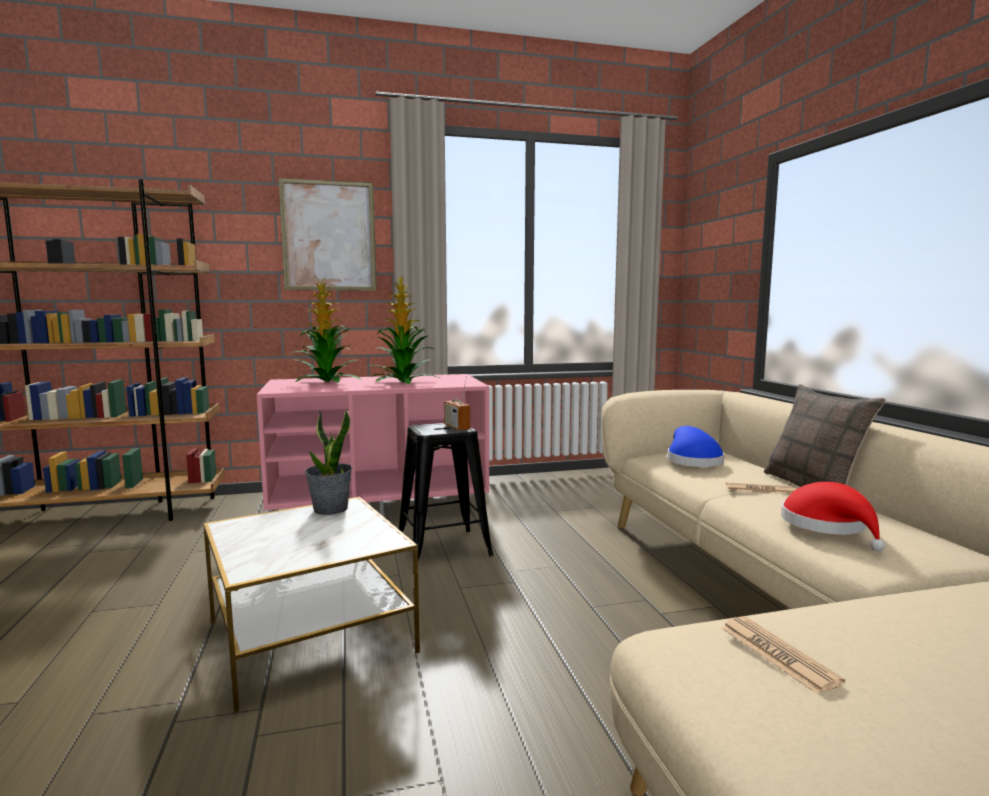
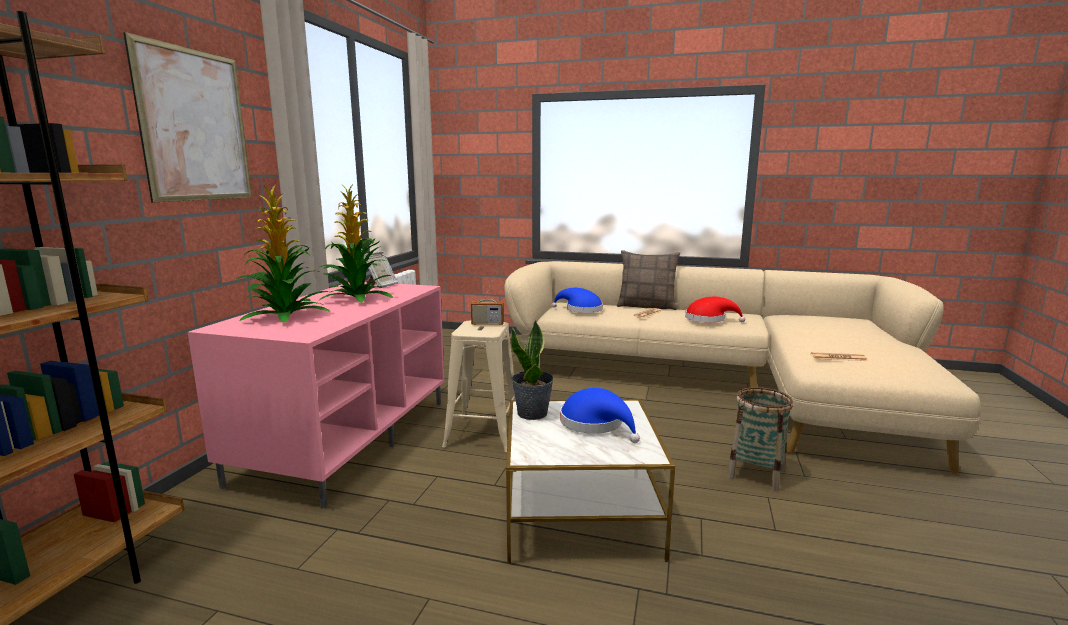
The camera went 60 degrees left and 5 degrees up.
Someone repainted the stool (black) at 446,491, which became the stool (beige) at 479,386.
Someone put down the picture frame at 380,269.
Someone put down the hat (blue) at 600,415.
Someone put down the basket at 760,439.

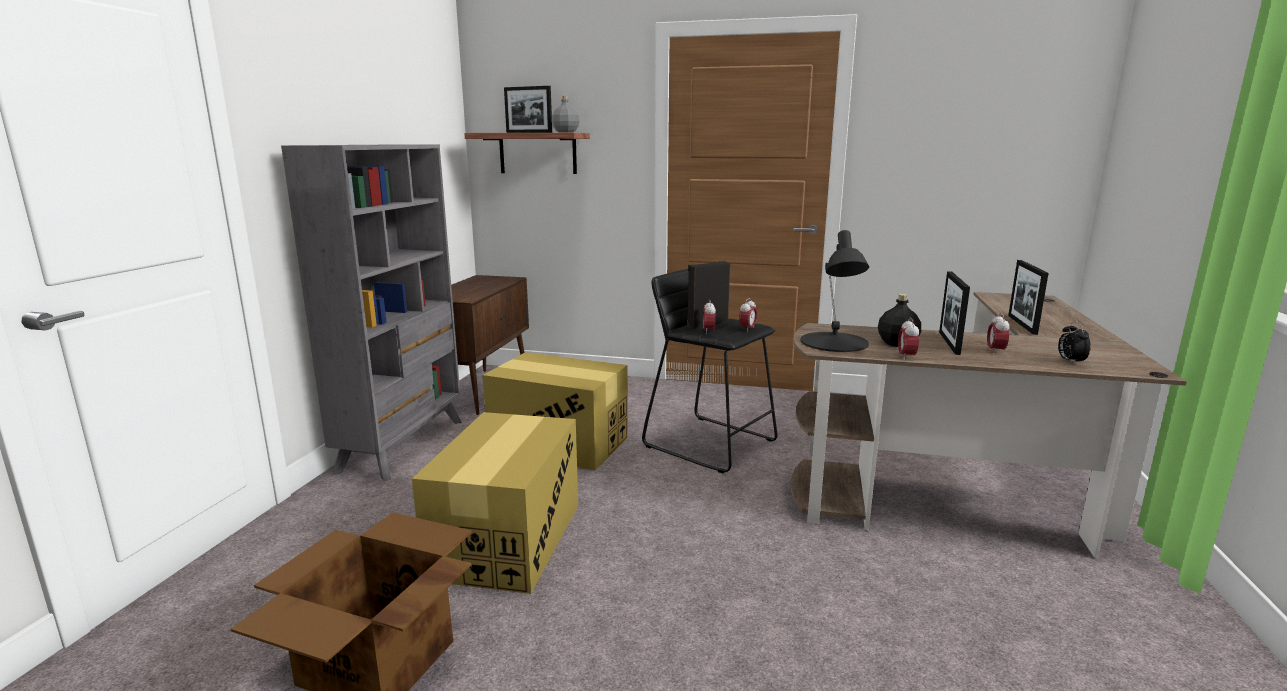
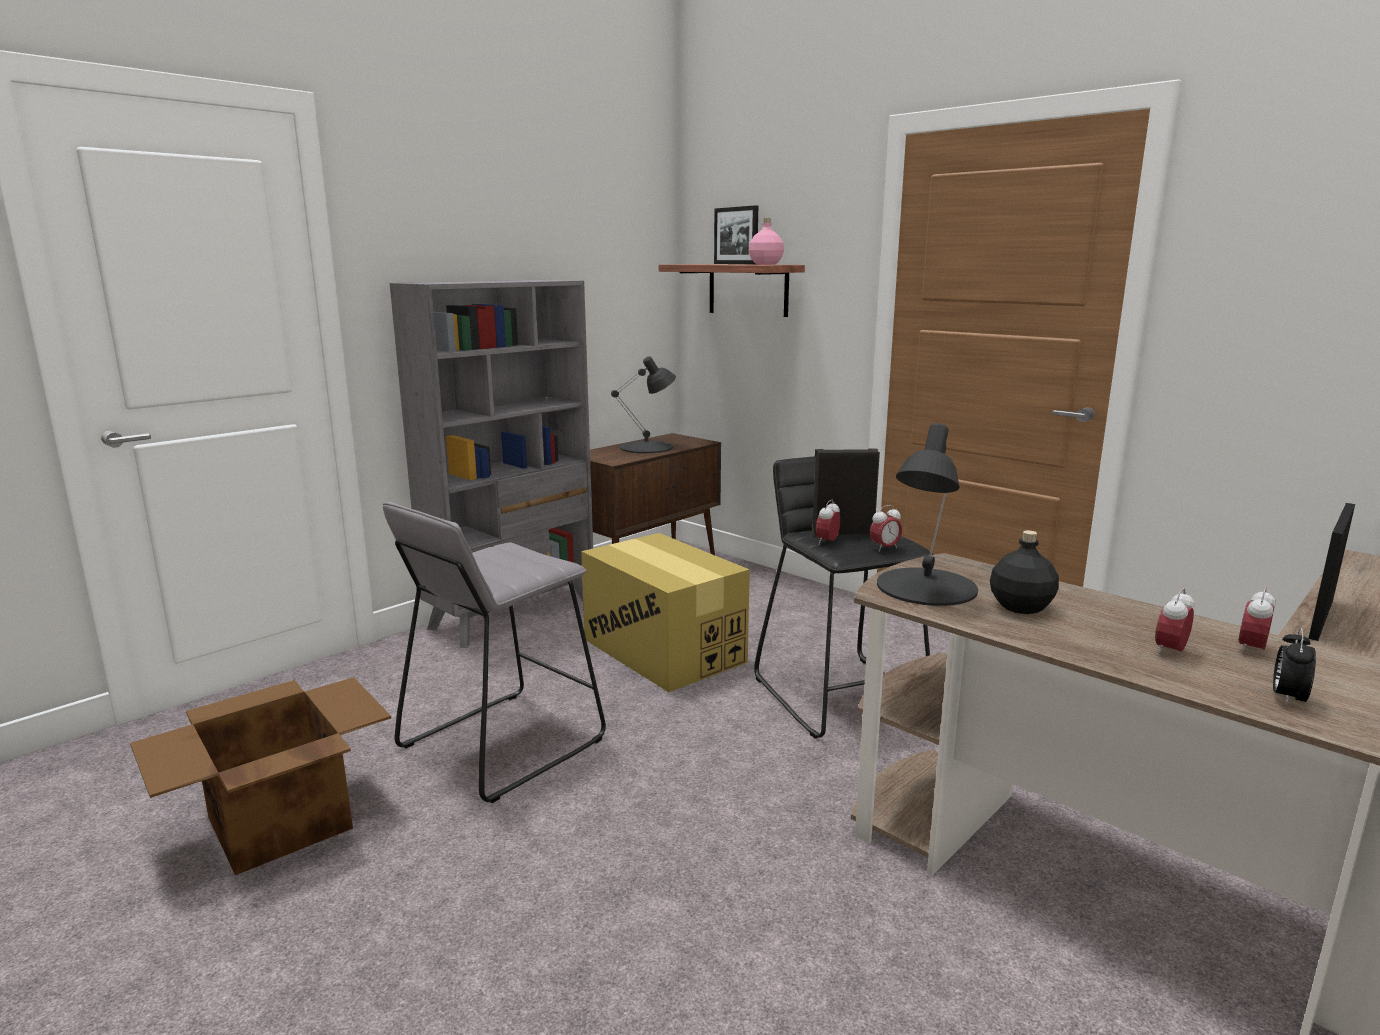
The camera went 30 degrees right and 0 degrees up.
Someone swapped the cardboard box at 495,503 for the stool (grey) at 494,652.
Someone repainted the bottle (grey) at 566,114, which became the bottle (pink) at 766,241.
Someone carried the alarm clock from 908,339 to 1257,620.
Someone took away the picture frame at 954,313.
Someone put down the table lamp (black) at 643,404.

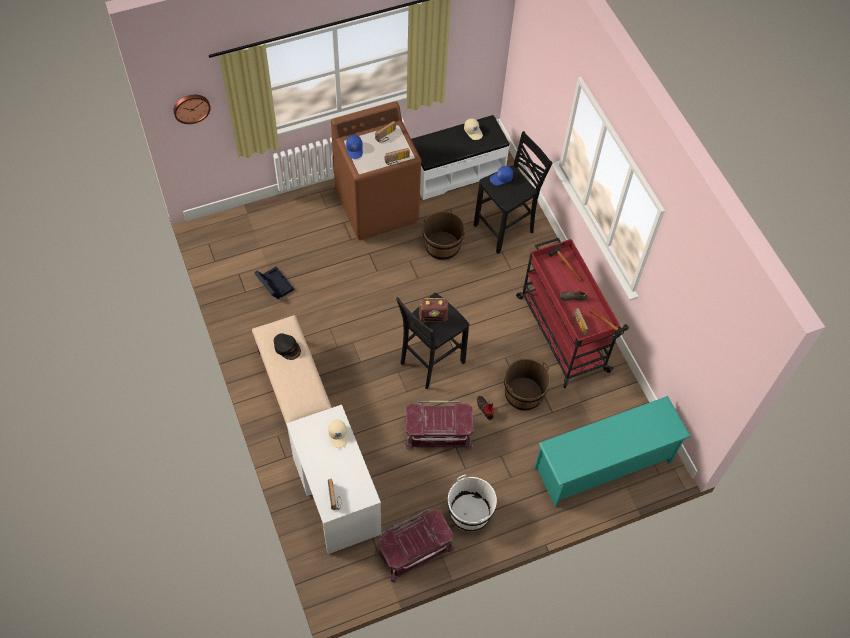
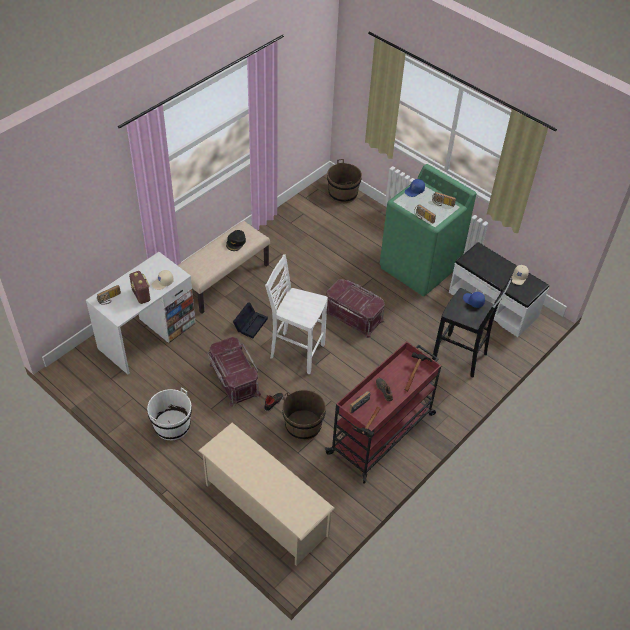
The camera went 65 degrees right and 10 degrees down.
Someone took away the wall clock at 192,109.
Someone carried the storage box (black) from 274,283 to 250,320.
Someone repainted the washing machine (brown) at 376,170, which became the washing machine (green) at 428,230.
Someone carried the storage box (red) from 414,546 to 355,308.
Someone repainted the stool (black) at 432,341, which became the stool (white) at 296,314.
Someone carried the radio from 433,310 to 139,287.
Someone carried the bucket (brown) from 444,235 to 344,181.
Someone repainted the shoe rack (turquoise) at 612,451, which became the shoe rack (beige) at 266,494.

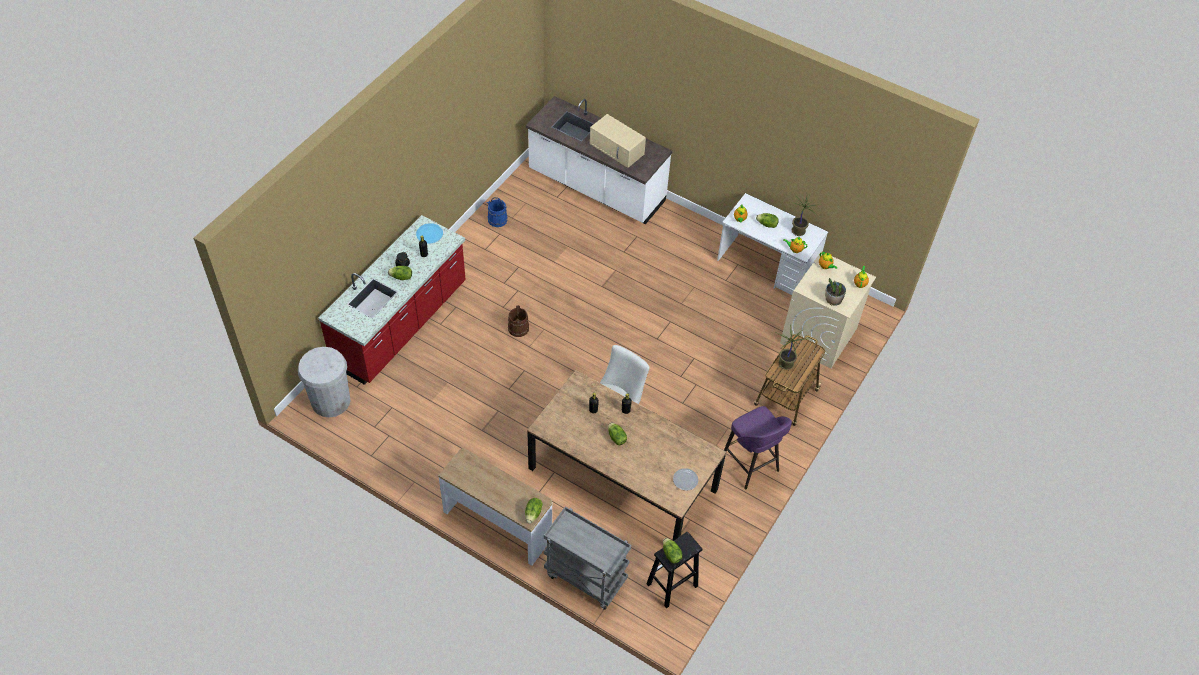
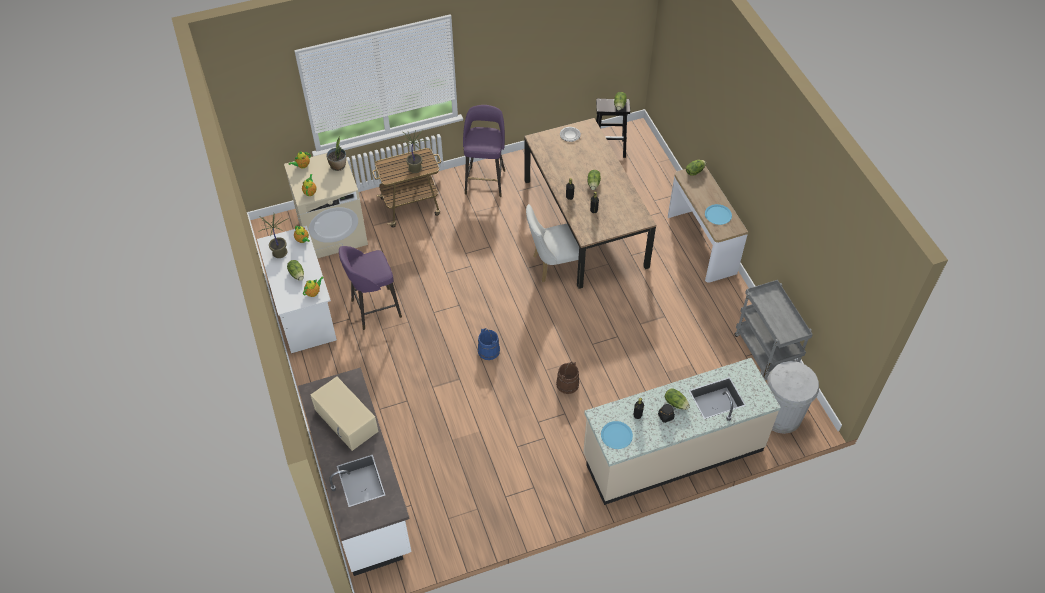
The camera went 140 degrees left and 0 degrees up.
Someone repainted the counter (red) at 392,300, which became the counter (beige) at 682,431.
Someone carried the bucket (blue) from 497,212 to 489,344.
Someone carried the cart (grey) from 587,558 to 773,330.
Someone rotated the microwave (beige) at 618,141 by 150 degrees clockwise.
Someone put down the stool (purple) at 370,288.
Someone put down the plate (blue) at 718,214.

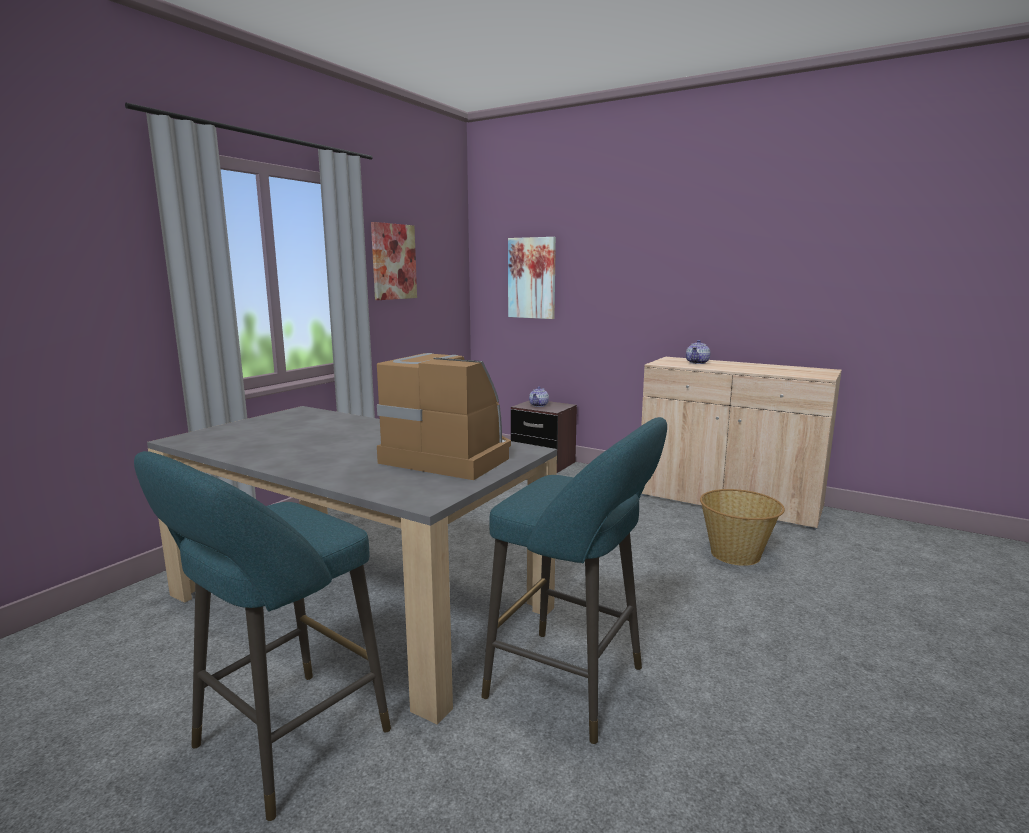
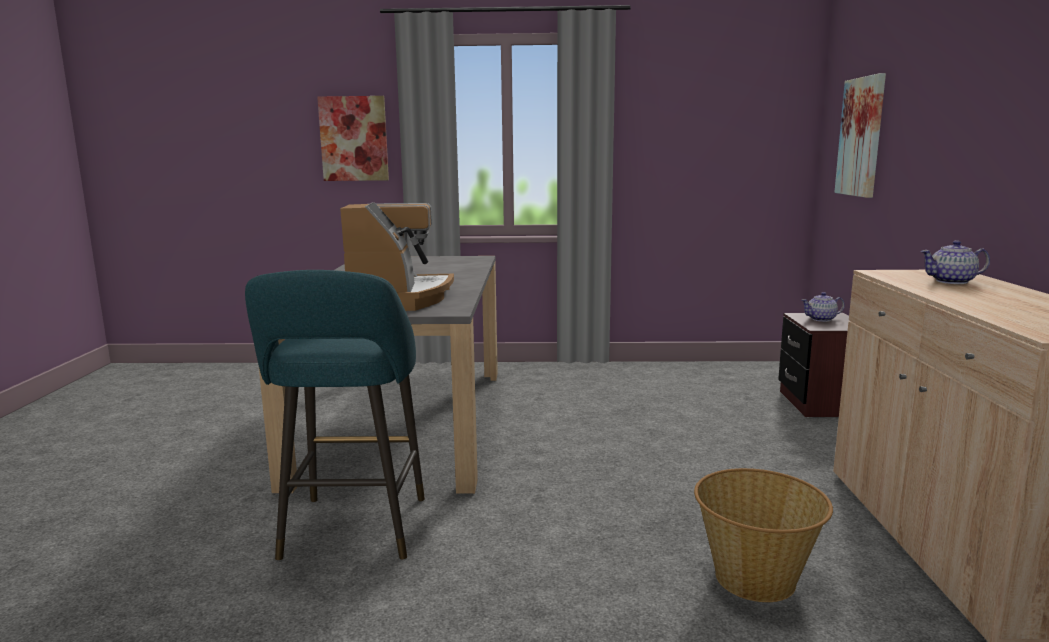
The camera went 60 degrees right and 0 degrees up.
Someone took away the stool (turquoise) at 262,636.
Someone carried the picture from 394,261 to 353,138.

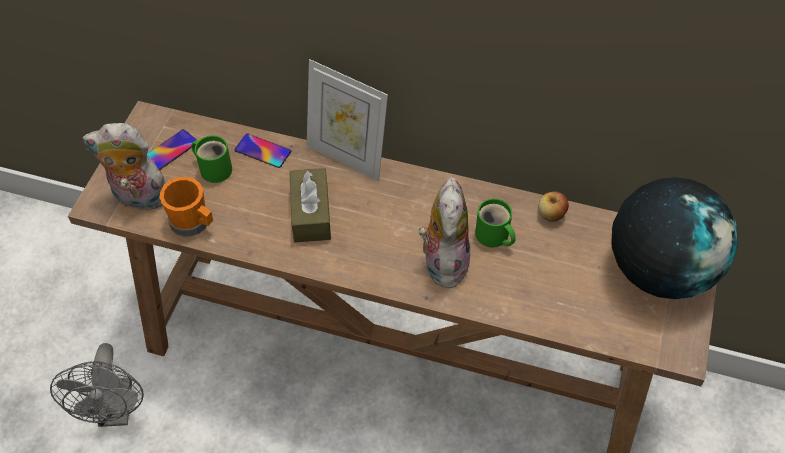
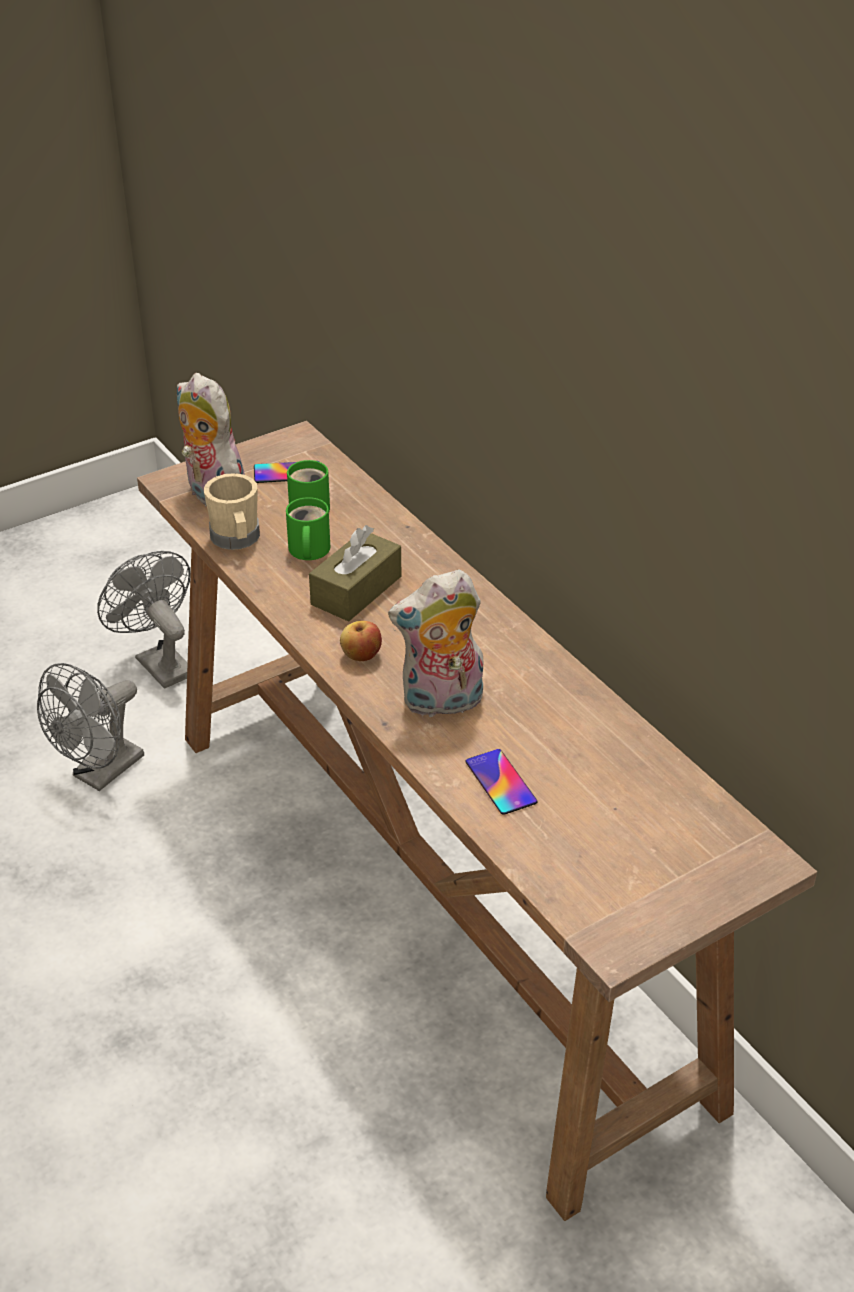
The camera went 40 degrees right and 15 degrees down.
Someone repainted the mug (orange) at 186,207, which became the mug (beige) at 232,511.
Someone carried the phone from 262,150 to 502,782.
Someone took away the picture frame at 347,120.
Someone rotated the plush toy at 444,232 by 150 degrees counterclockwise.
Someone carried the mug (green) from 495,222 to 308,528.
Someone carried the apple from 553,206 to 361,641.
Someone took away the globe at 674,238.
Someone put down the fan (grey) at 143,620.

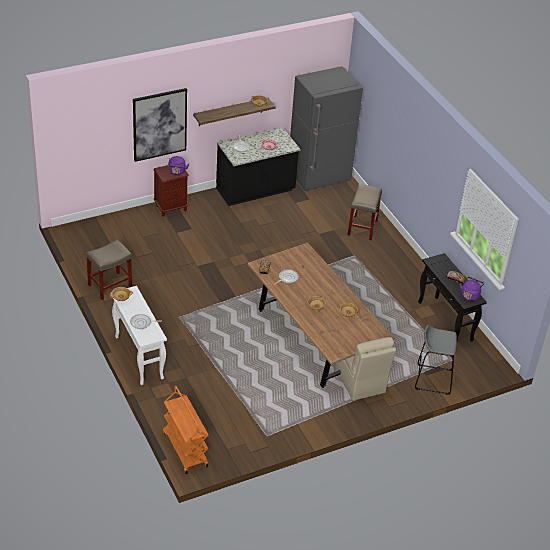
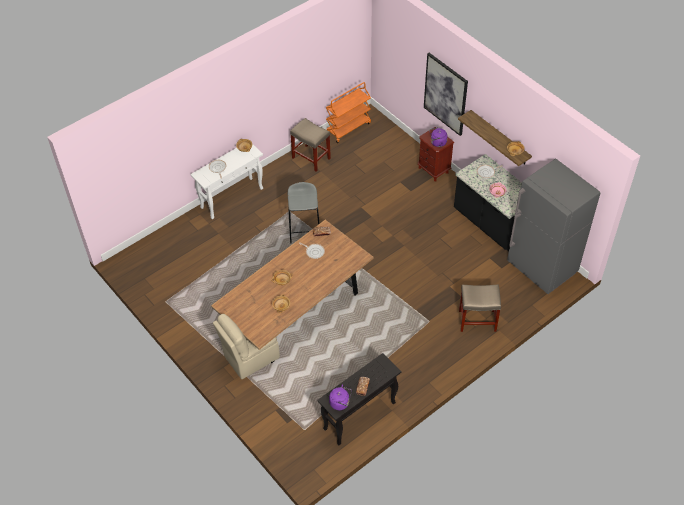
The camera went 80 degrees right and 10 degrees up.
Someone carried the cart (orange) from 186,430 to 348,112.
Someone carried the stool (grey) from 436,360 to 303,213.

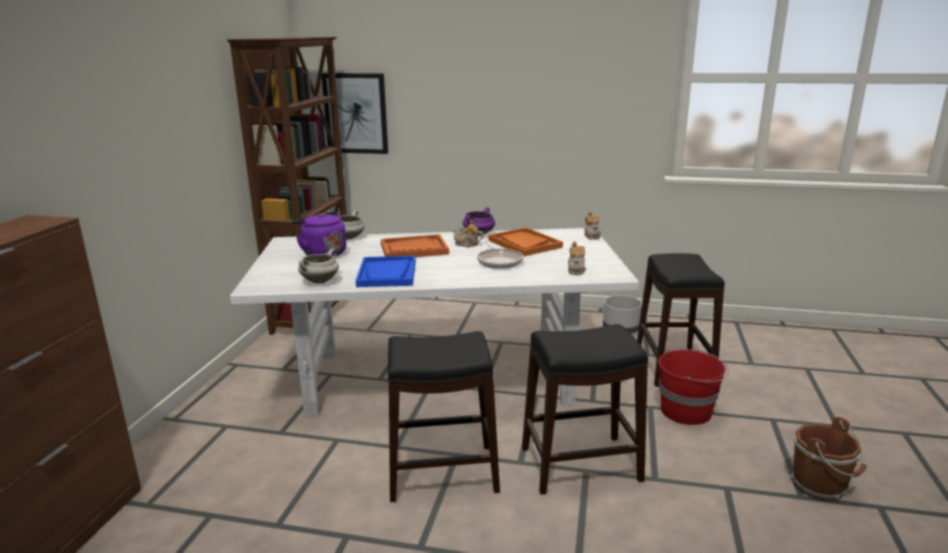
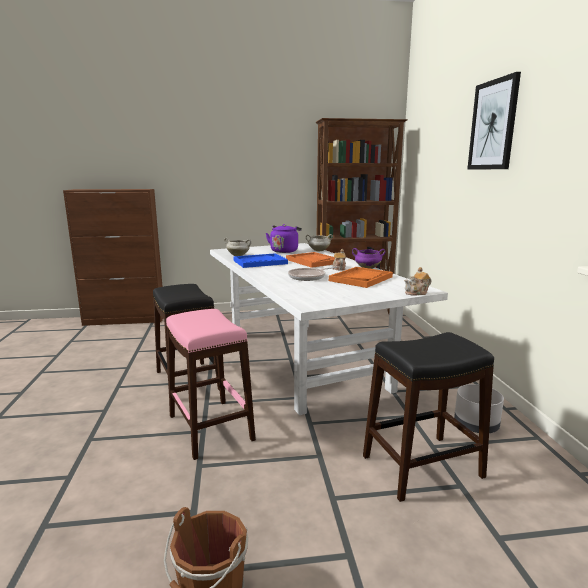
The camera went 70 degrees right and 5 degrees down.
Someone carried the picture from 355,113 to 494,120.
Someone repainted the stool (black) at 585,409, which became the stool (pink) at 211,384.
Someone took away the teapot at 577,258.
Someone took away the bucket (red) at 693,387.

